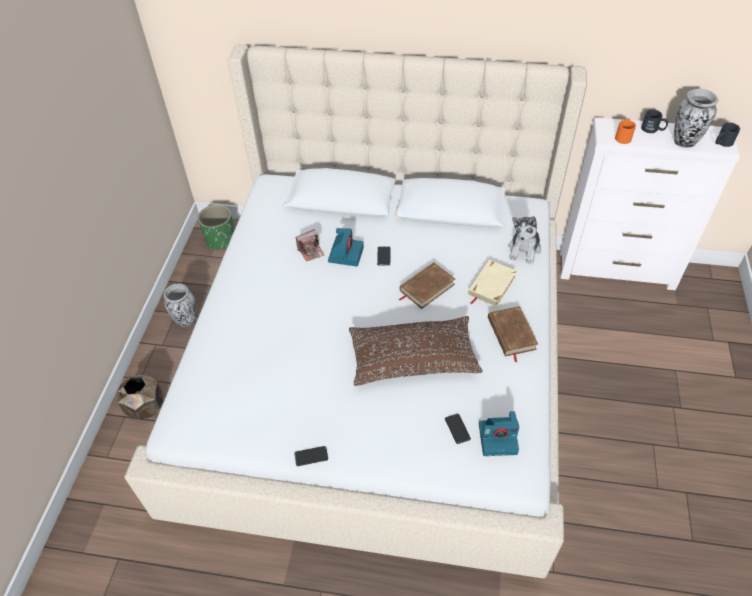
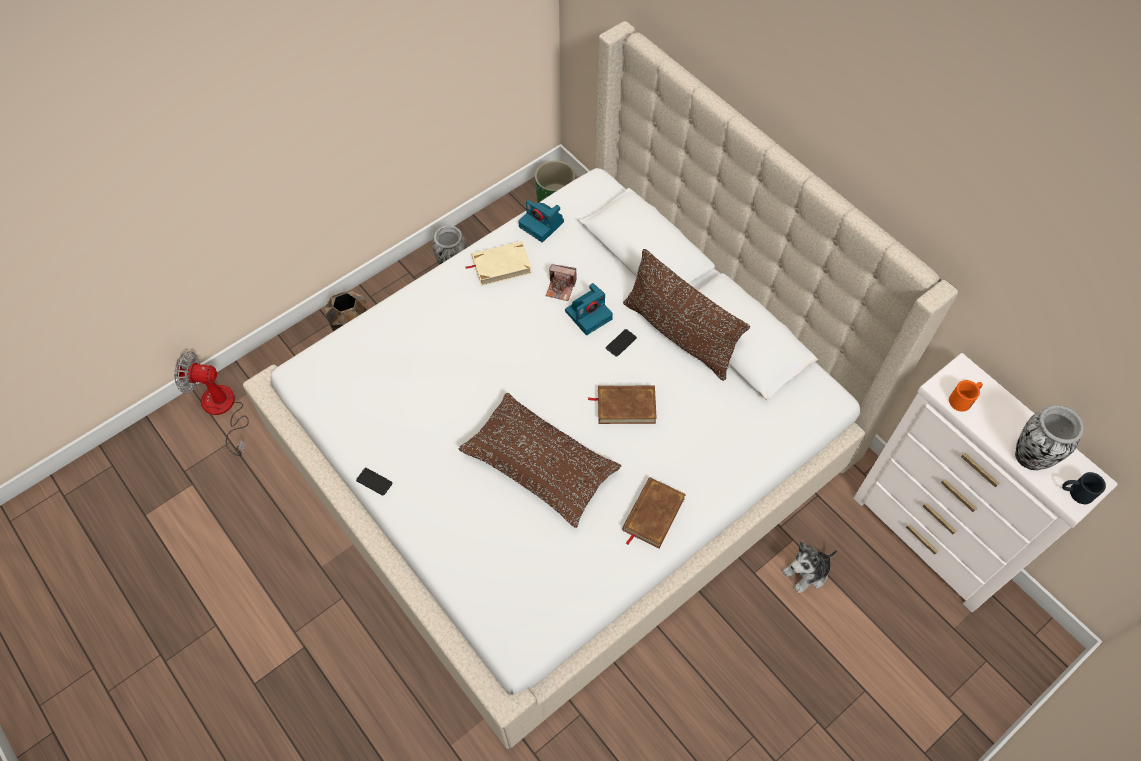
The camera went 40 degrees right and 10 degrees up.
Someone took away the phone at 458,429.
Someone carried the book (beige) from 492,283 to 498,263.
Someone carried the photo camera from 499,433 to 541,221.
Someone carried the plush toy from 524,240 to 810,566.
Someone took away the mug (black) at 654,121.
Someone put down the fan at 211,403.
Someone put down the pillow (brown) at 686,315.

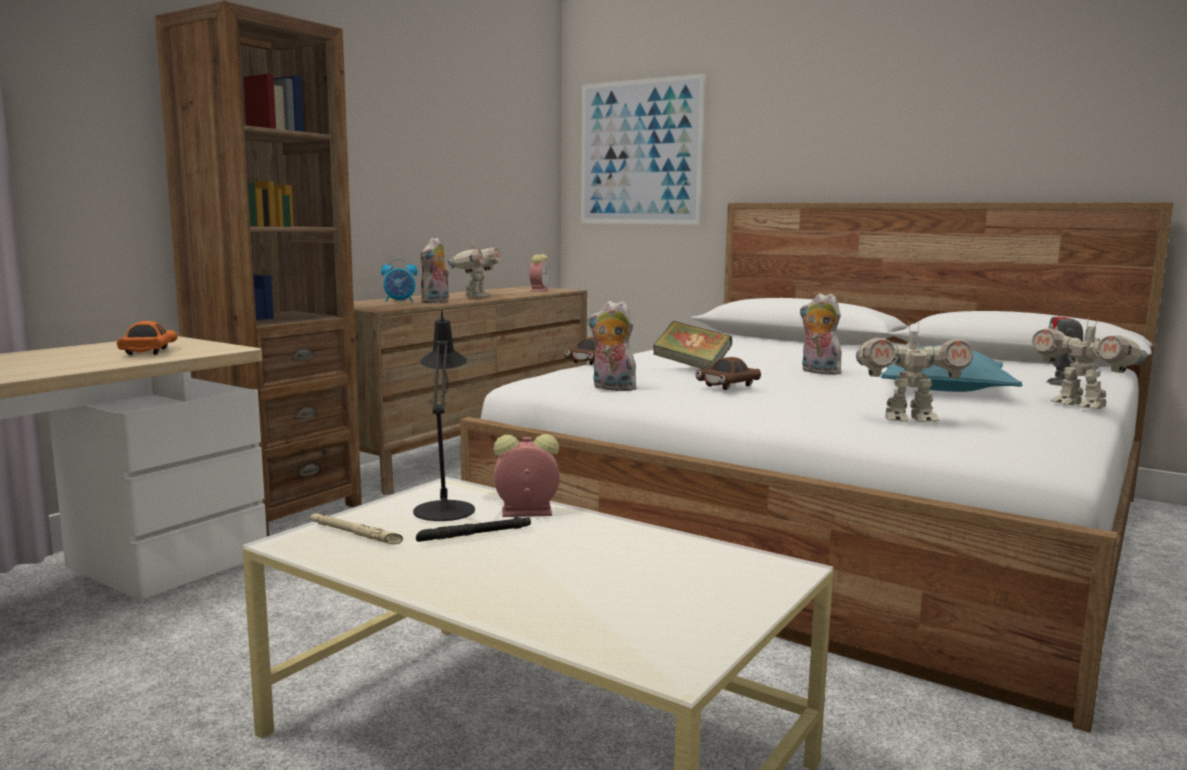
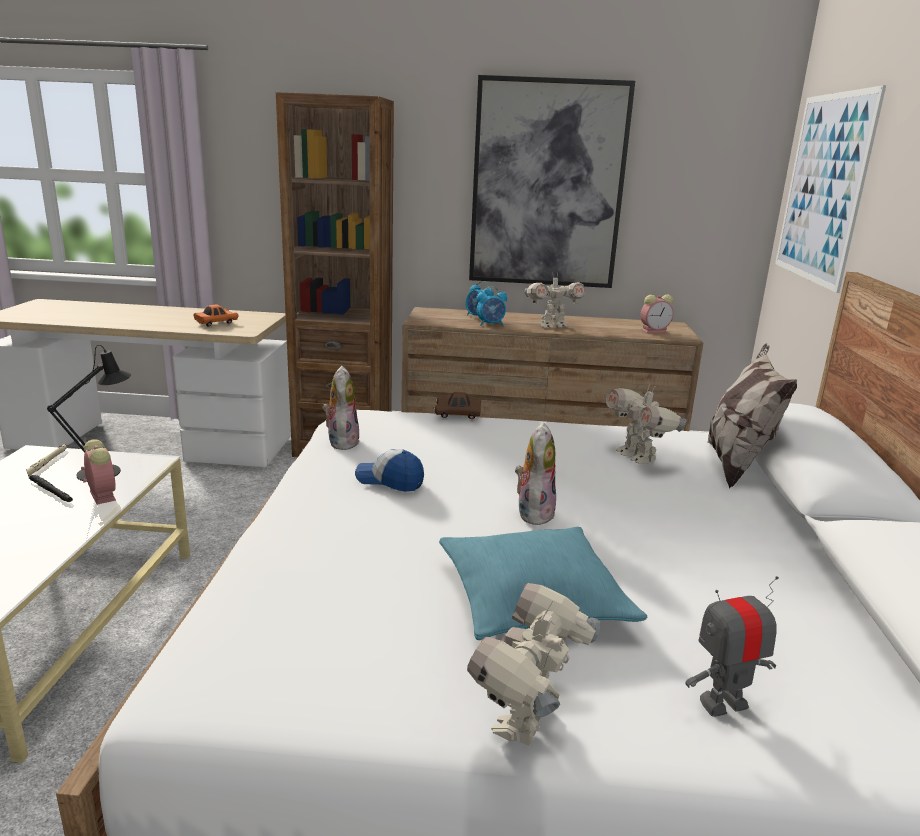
The camera went 60 degrees right and 10 degrees up.
Someone swapped the plush toy at 435,270 for the alarm clock at 491,306.
Someone took away the book at 692,345.
Someone swapped the toy car (brown) at 728,373 for the cap at 389,470.
Someone carried the toy robot from 914,371 to 646,423.
Someone put up the picture at 552,181.
Someone put down the pillow at 752,416.

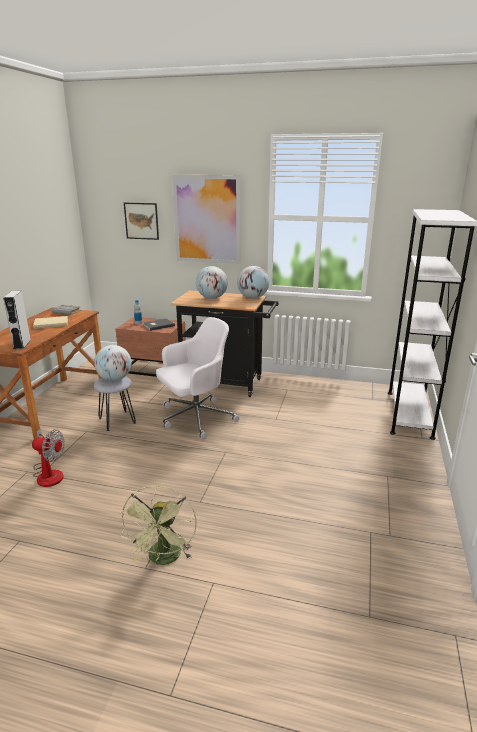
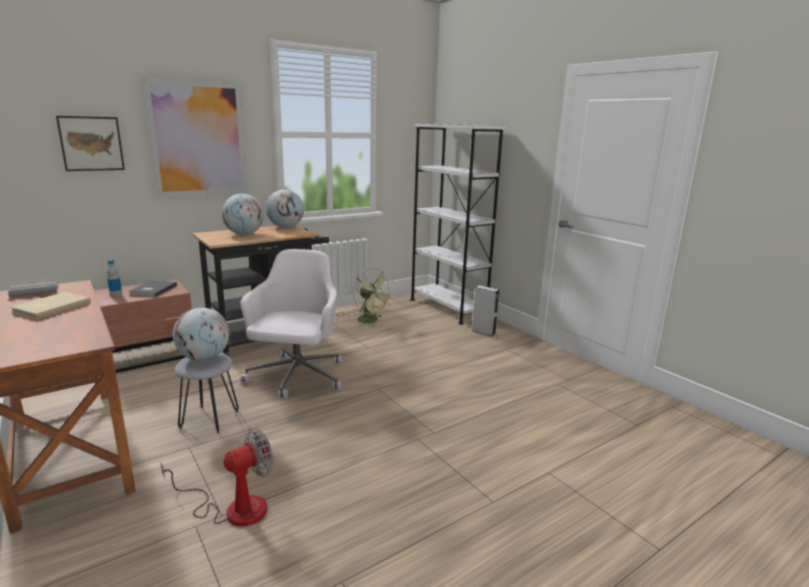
The camera went 50 degrees left and 5 degrees down.
Someone carried the speaker (grey) from 17,320 to 485,310.
Someone carried the fan (green) from 158,525 to 373,297.

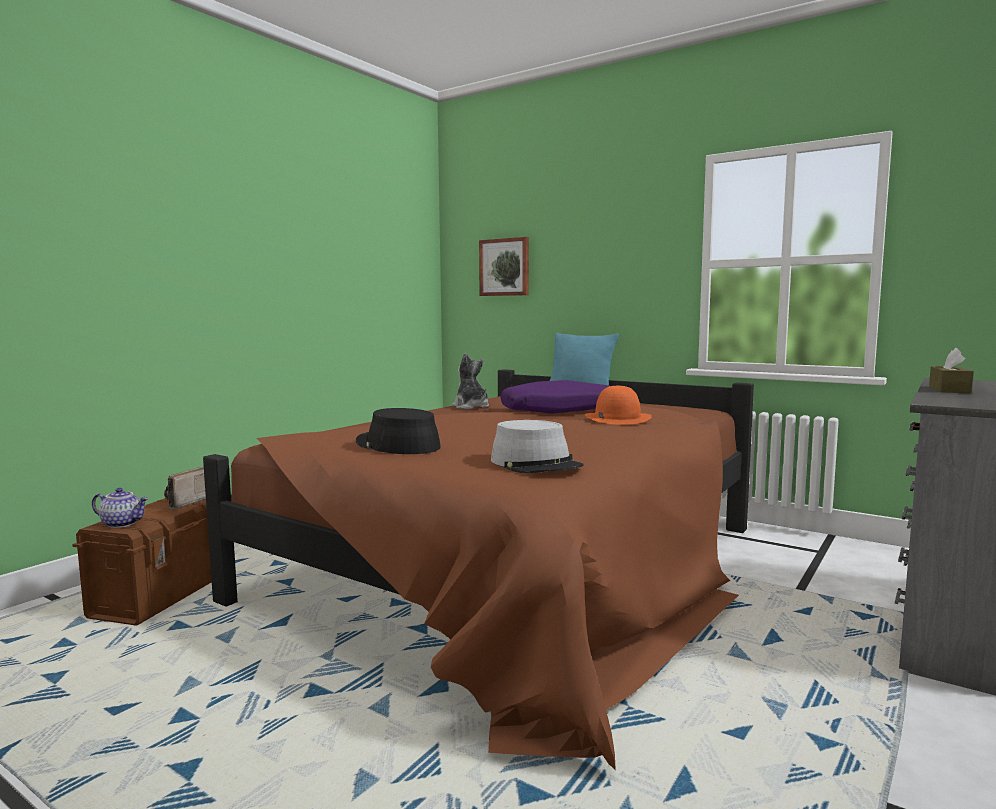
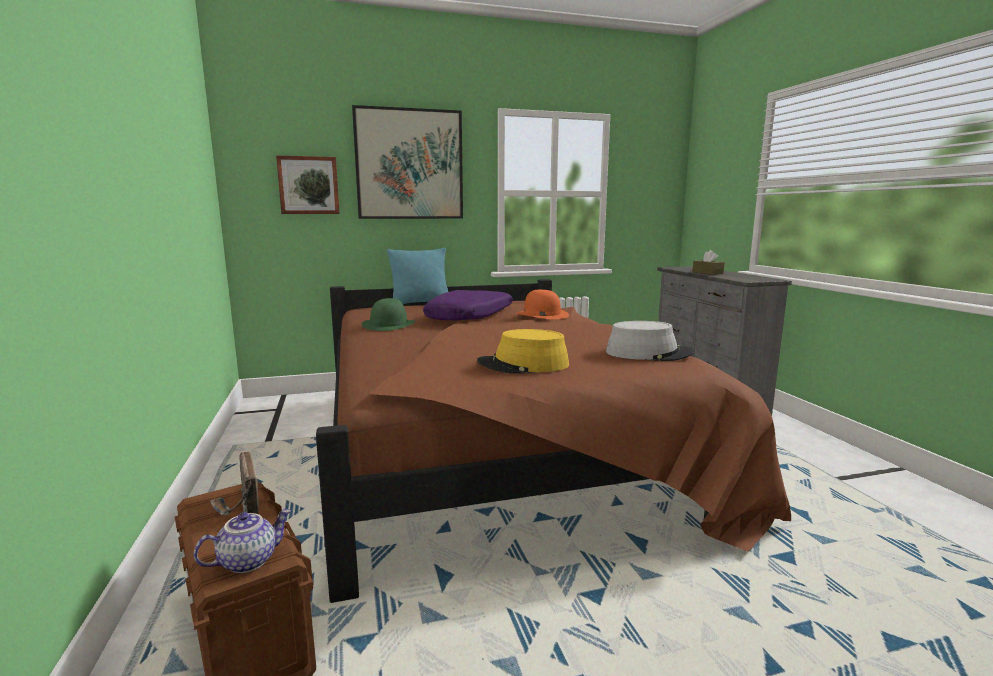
The camera went 50 degrees left and 5 degrees up.
Someone repainted the hat (black) at 398,431, which became the hat (yellow) at 523,351.
Someone swapped the plush toy at 470,381 for the hat (green) at 388,314.
Someone put up the picture at 407,162.

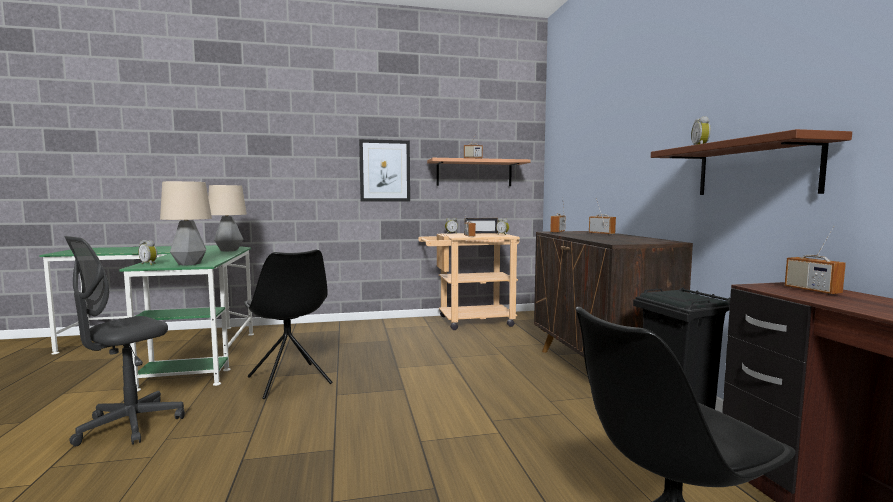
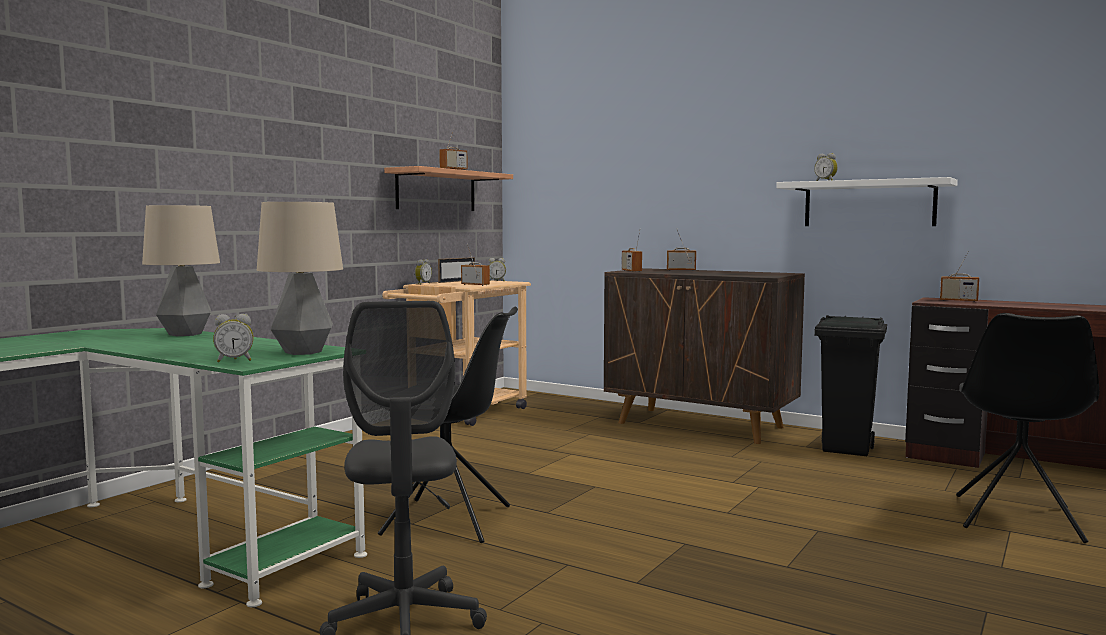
The camera went 45 degrees left and 0 degrees up.
Someone took away the picture at 384,170.
Someone repainted the shelf (brown) at 751,162, which became the shelf (white) at 867,201.

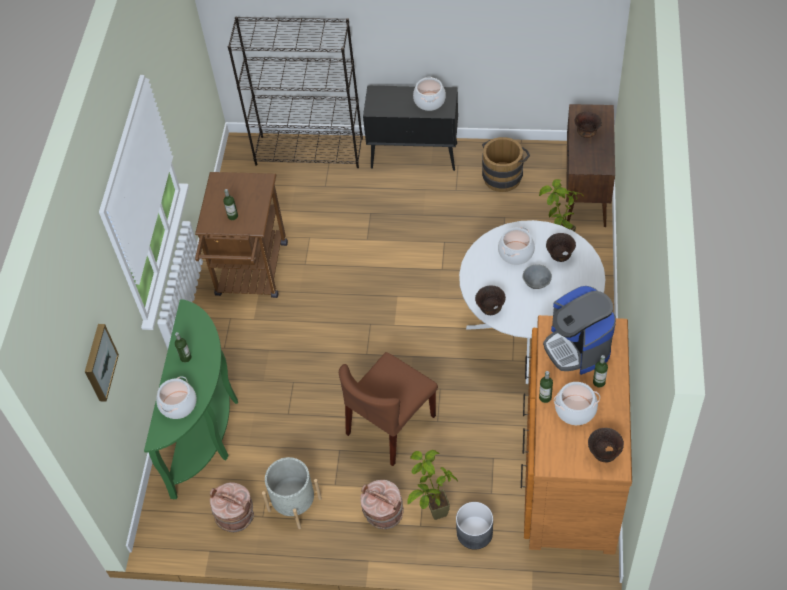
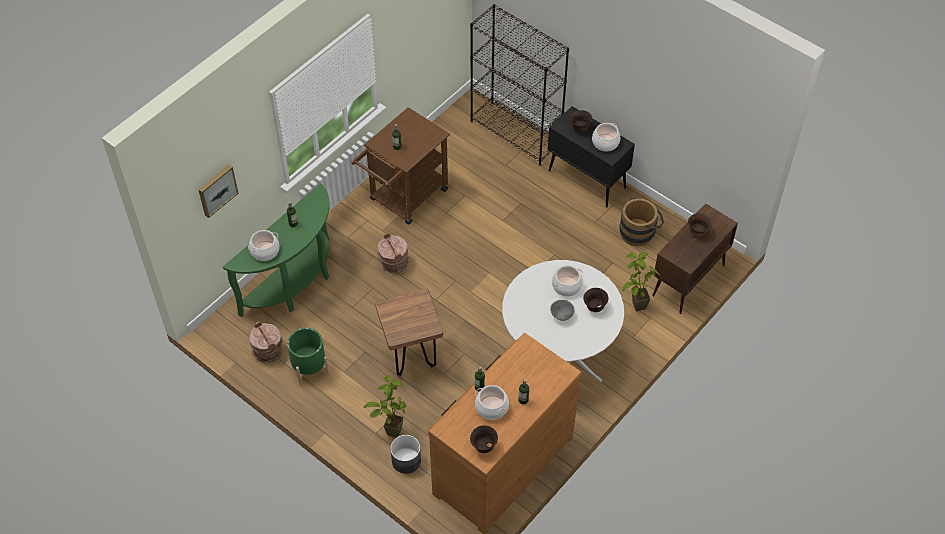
The camera went 30 degrees right and 0 degrees up.
Someone repainted the planter (grey) at 292,493, which became the planter (green) at 308,356.
Someone swapped the chair (brown) at 388,409 for the stool (brown) at 409,332.
Someone carried the bucket (brown) from 382,504 to 393,253.
Someone carried the bowl (brown) from 490,300 to 581,121.
Someone took away the coffee machine at 579,330.

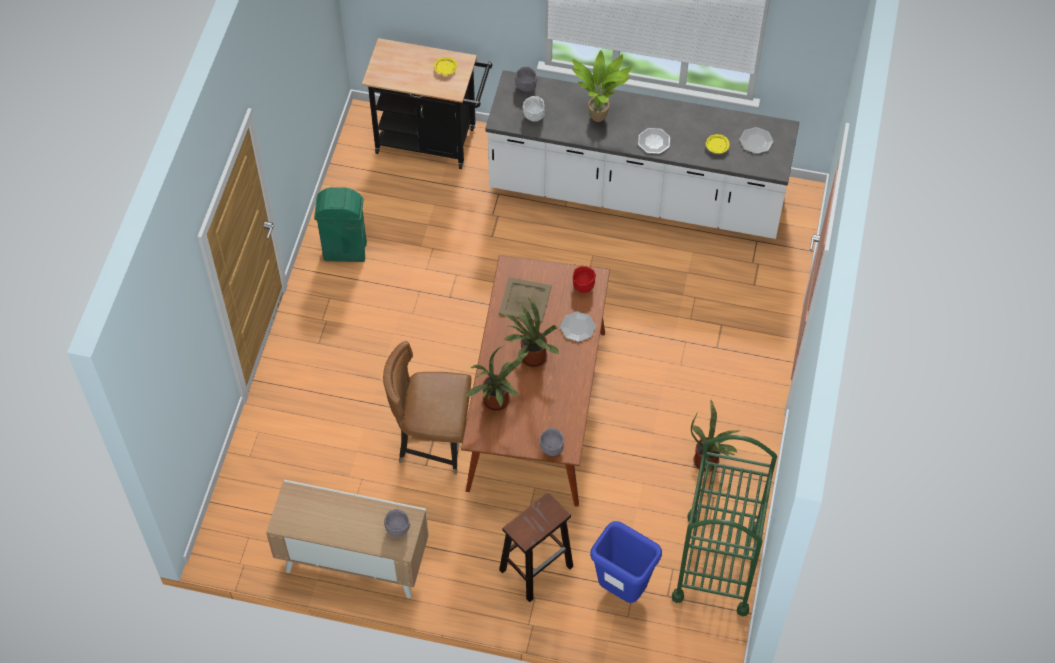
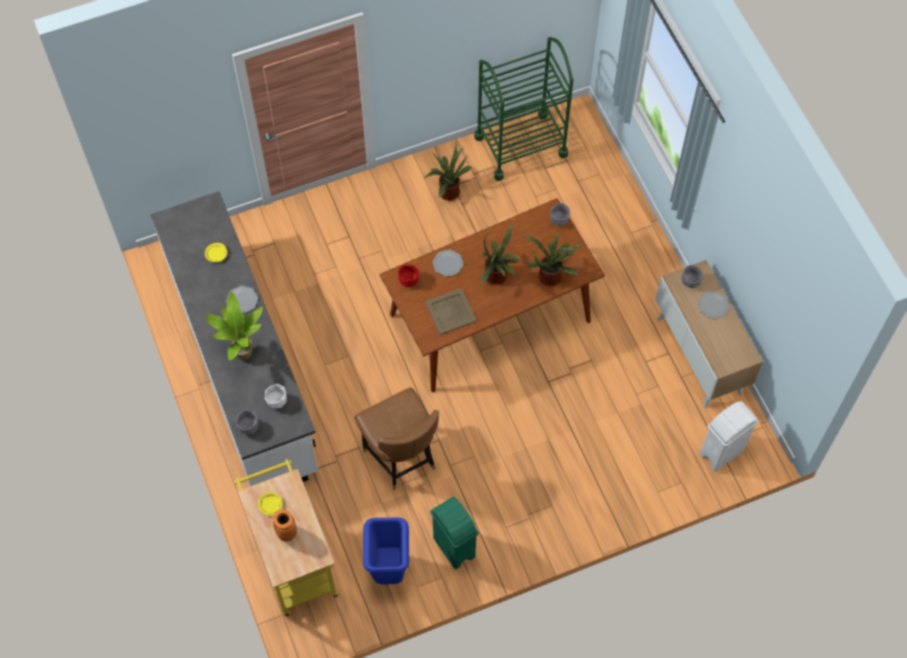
The camera went 125 degrees left and 5 degrees up.
Someone repainted the cart (black) at 427,103, which became the cart (yellow) at 286,537.
Someone carried the chair (brown) from 427,408 to 397,438.
Someone took away the stool (brown) at 536,547.
Someone carried the trash can (blue) from 626,562 to 386,551.
Someone carried the plate from 756,140 to 713,305.
Someone put down the vase (orange) at 285,525.
Someone put down the trash can (white) at 729,436.

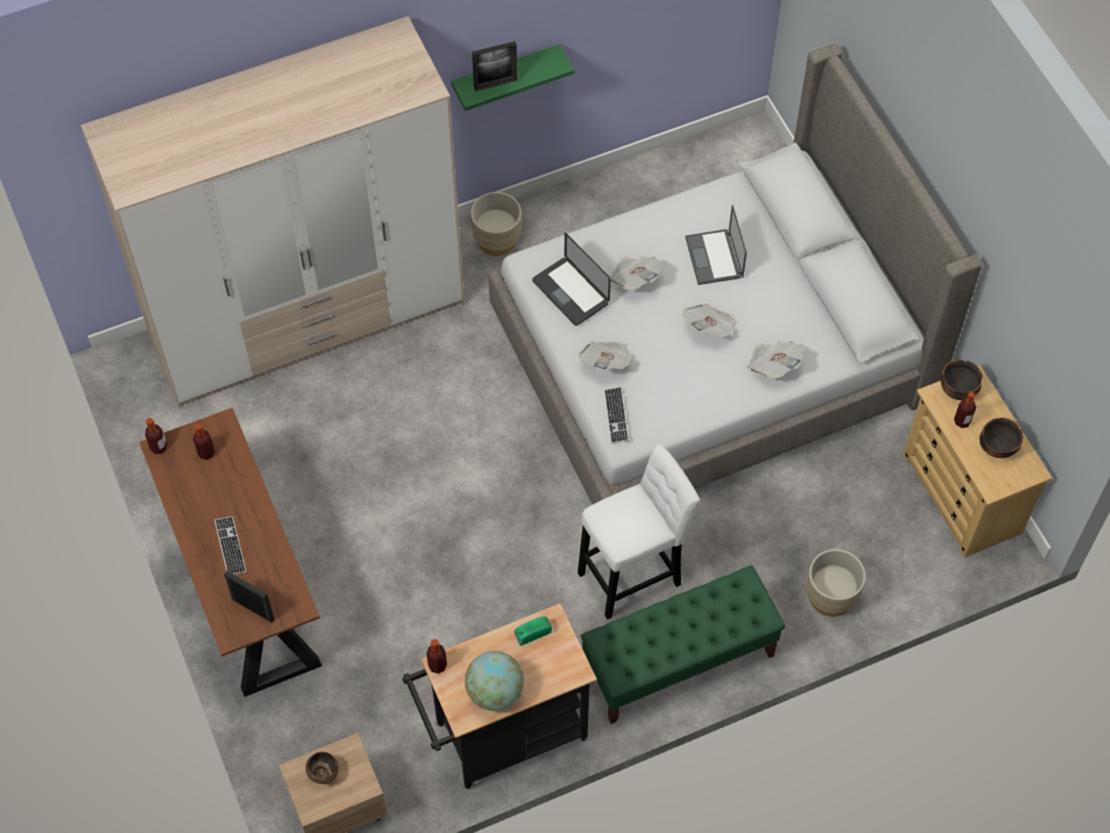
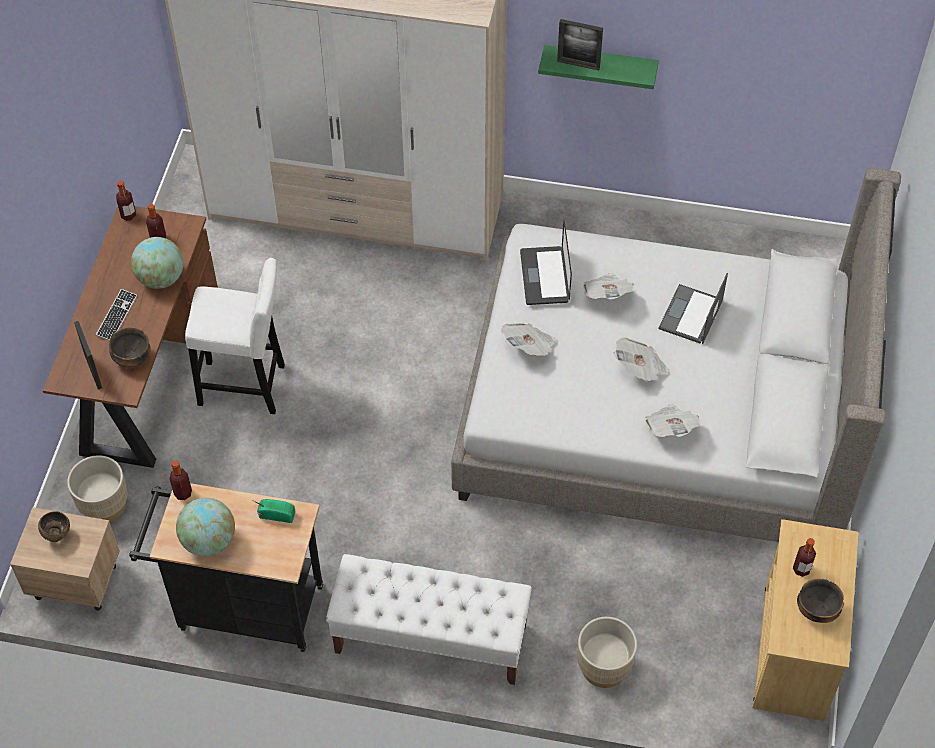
The camera went 35 degrees right and 5 degrees down.
Someone carried the planter (beige) from 496,224 to 97,488.
Someone carried the stool (white) from 639,532 to 235,336.
Someone repainted the bench (green) at 683,644, which became the bench (white) at 429,619.
Someone took away the keyboard at 616,415.
Someone carried the bowl from 961,379 to 129,347.
Someone put down the globe at 157,263.

